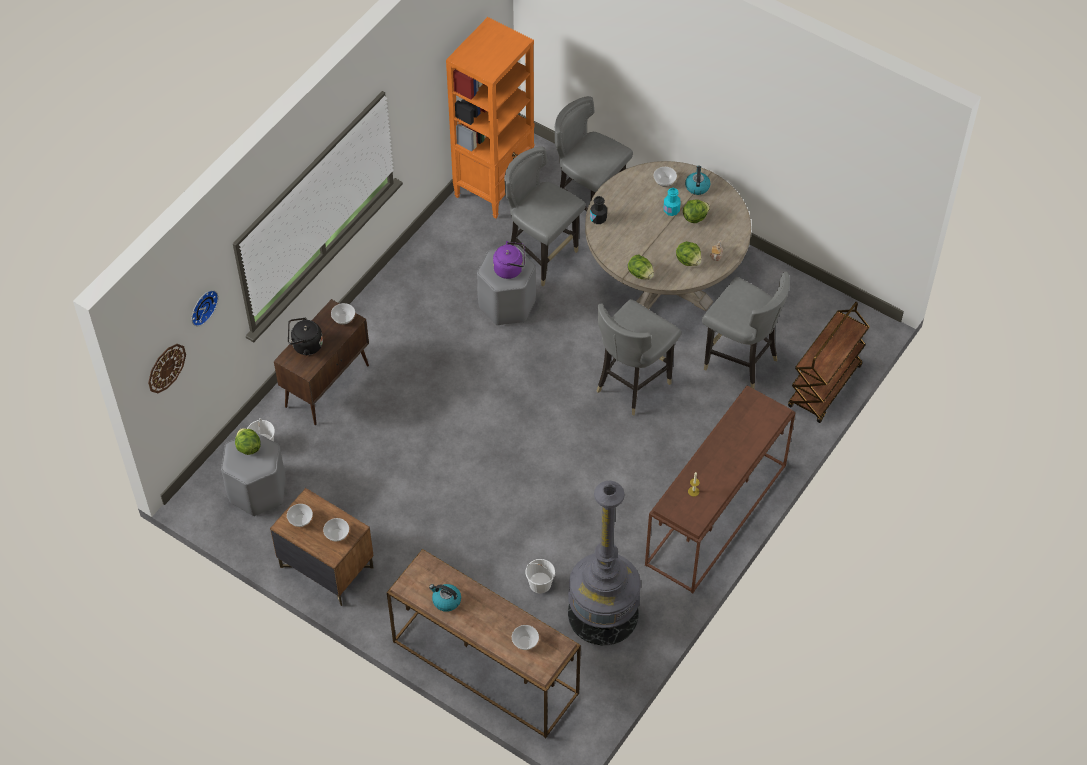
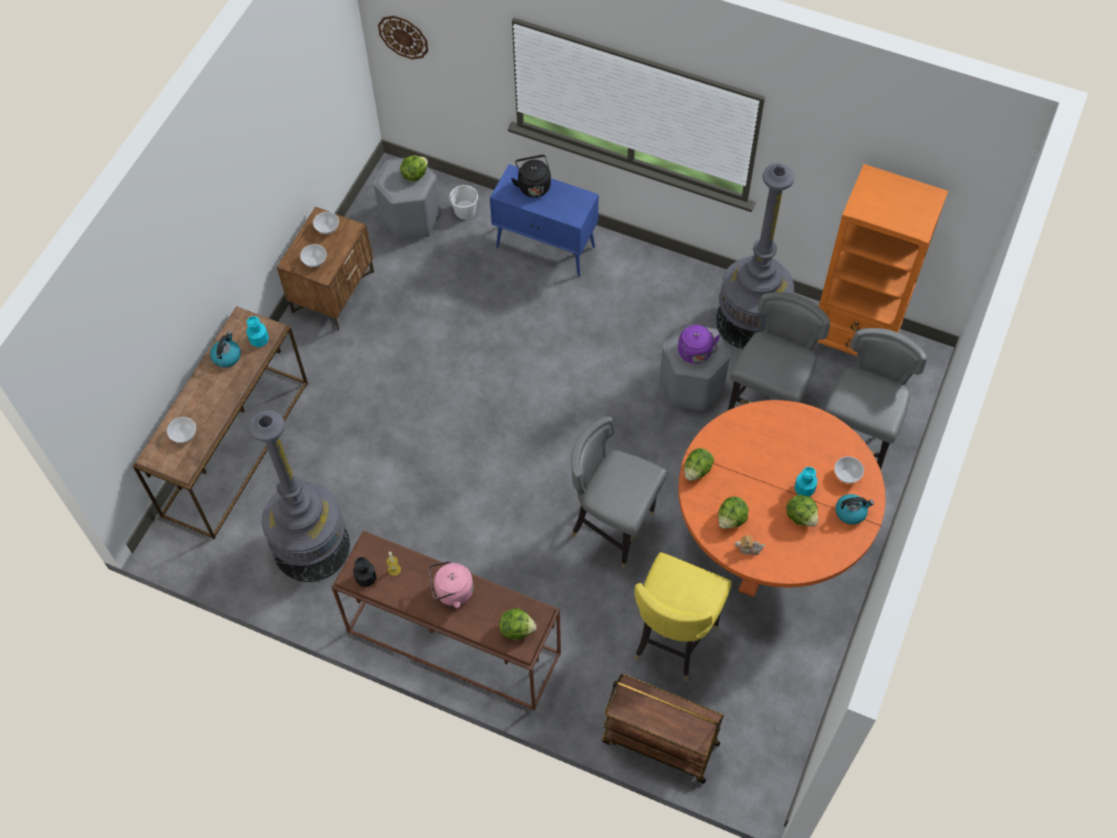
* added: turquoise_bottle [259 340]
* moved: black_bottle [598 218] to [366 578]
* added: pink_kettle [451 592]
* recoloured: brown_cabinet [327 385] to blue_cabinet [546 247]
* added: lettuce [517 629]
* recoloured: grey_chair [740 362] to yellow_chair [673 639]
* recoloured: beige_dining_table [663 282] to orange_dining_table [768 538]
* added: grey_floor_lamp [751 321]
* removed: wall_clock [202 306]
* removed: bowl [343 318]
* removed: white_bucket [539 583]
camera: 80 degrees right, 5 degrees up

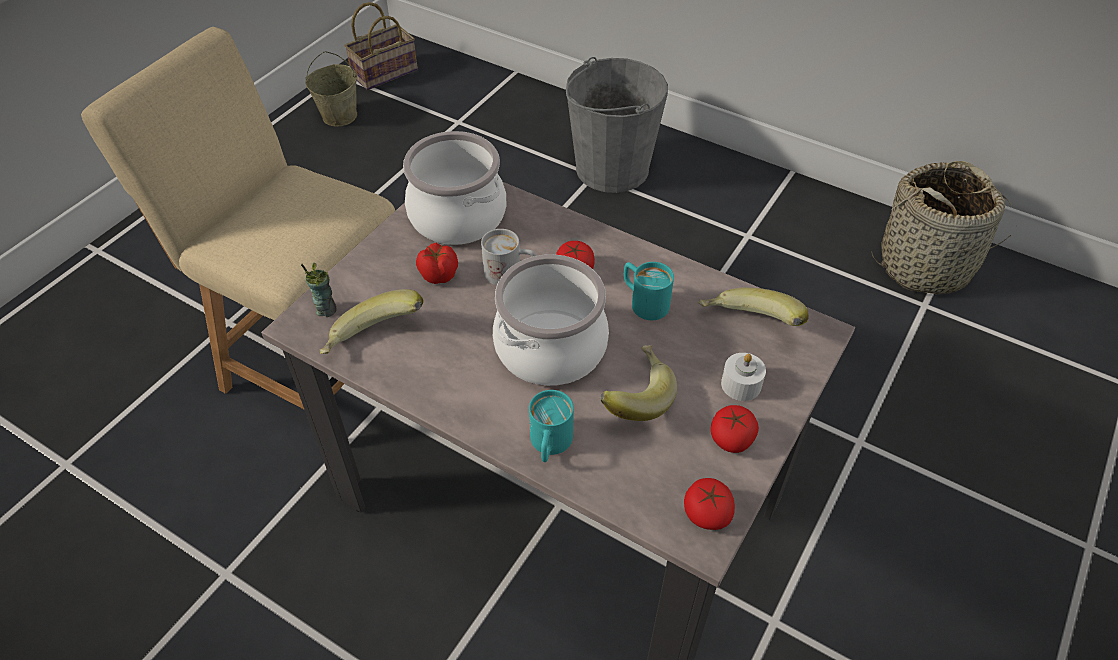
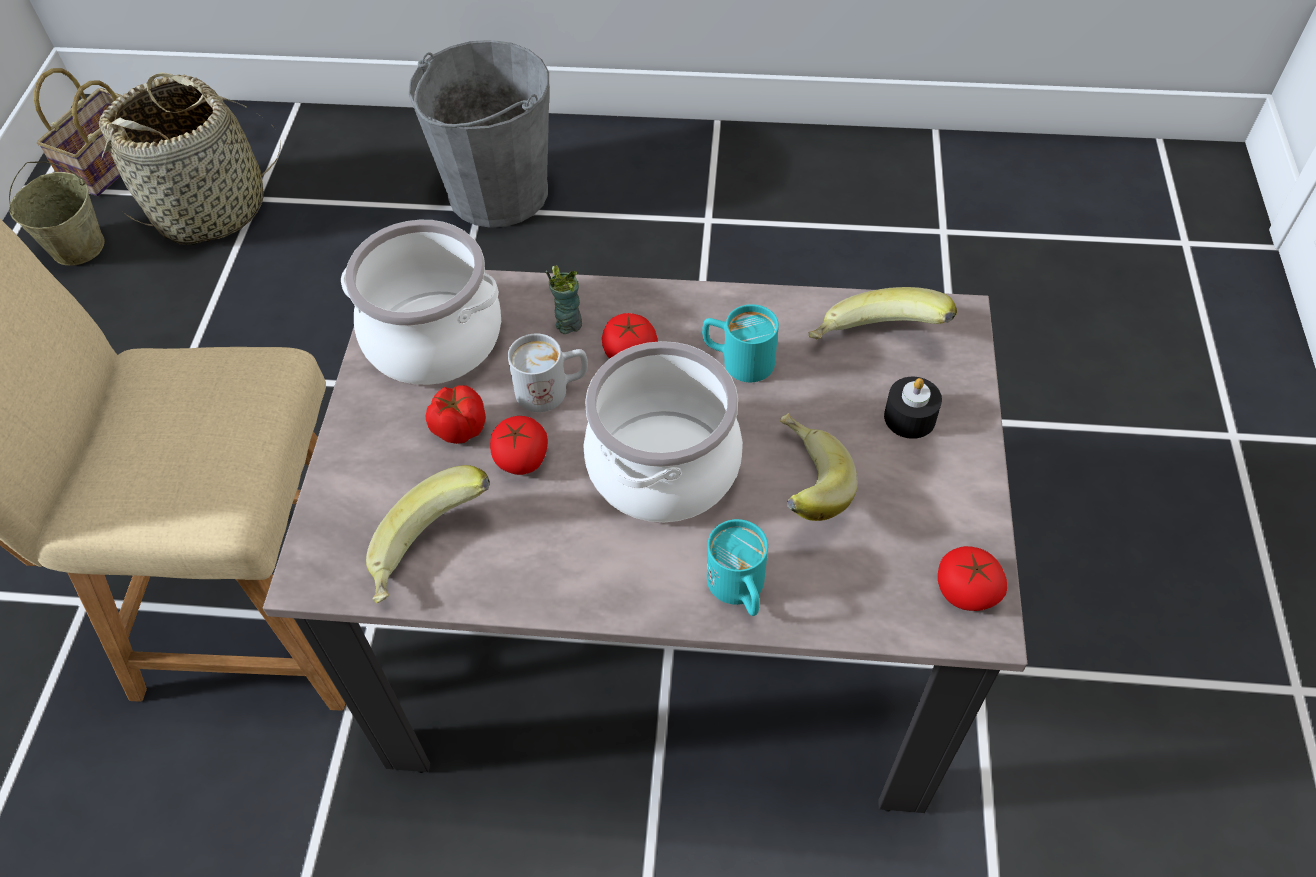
* moved: basket [925 265] to [211 208]
* moved: tomato [731 438] to [521 458]
* moved: cup [326 309] to [568 323]
* recoloured: white_candle [741 384] to black_candle [909 417]
camera: 25 degrees left, 5 degrees up

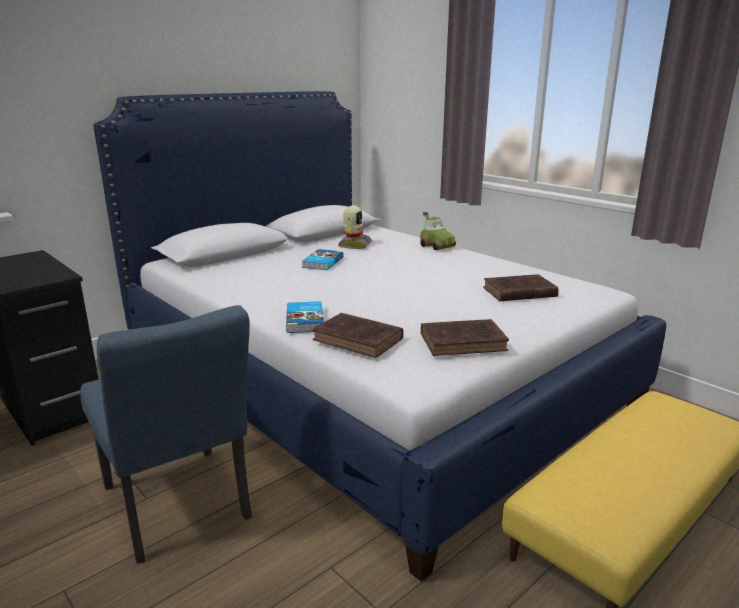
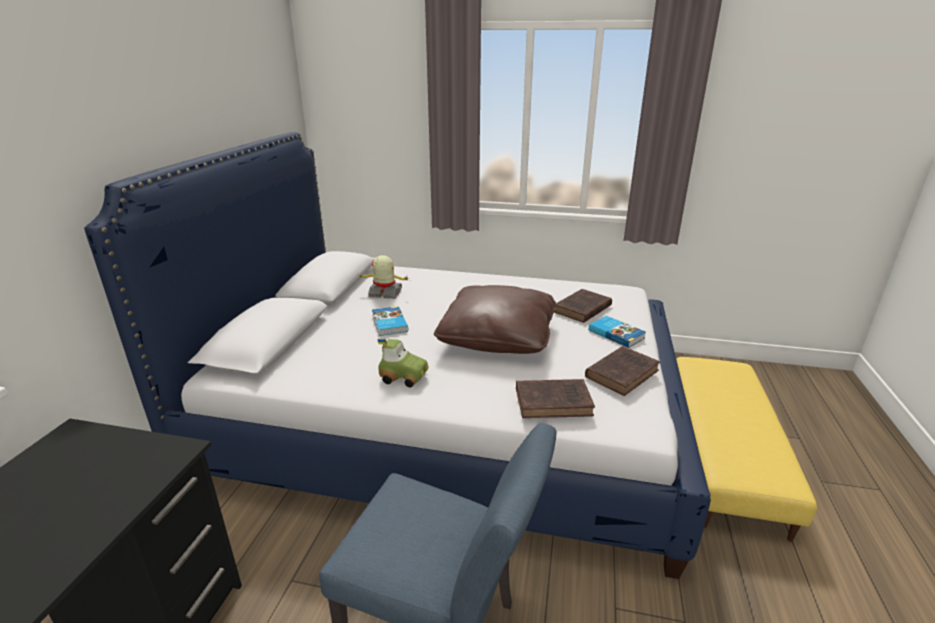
* turned: toy_robot [354 245] = [385 293] 60 degrees counterclockwise
* moved: toy_car [438 246] to [404 376]
* added: brown_pillow [498 337]
* moved: book [306 320] to [616 334]
camera: 35 degrees left, 5 degrees up

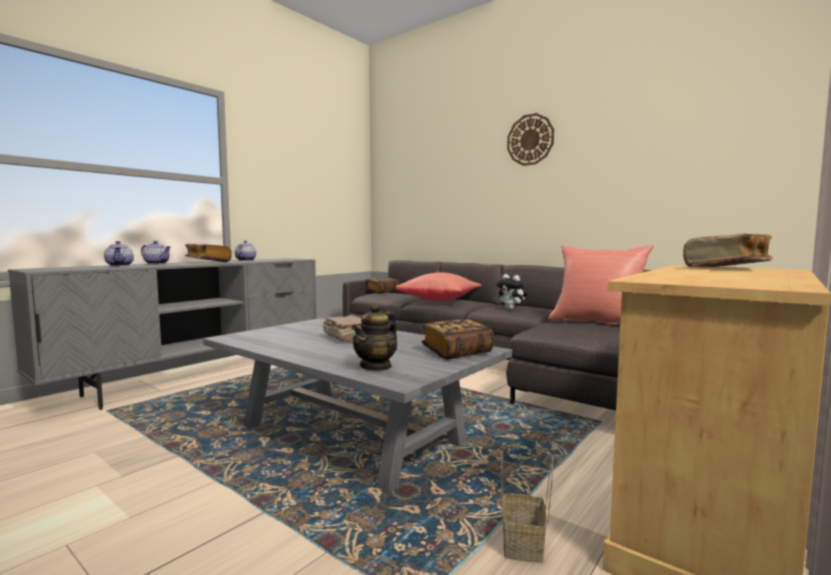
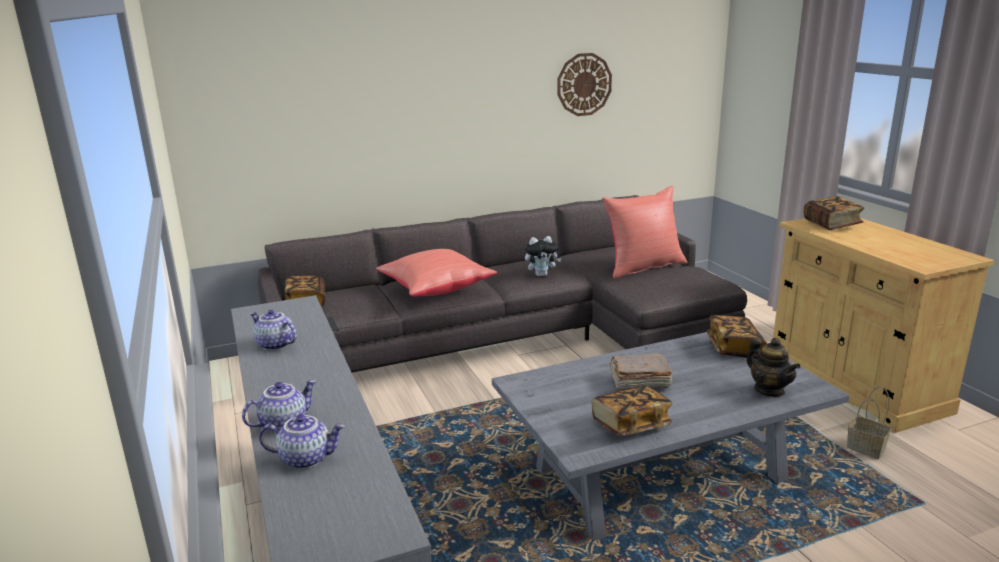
* moved: wall_clock [530 140] to [584 84]
* moved: book [208 262] to [630 424]
camera: 60 degrees left, 15 degrees up

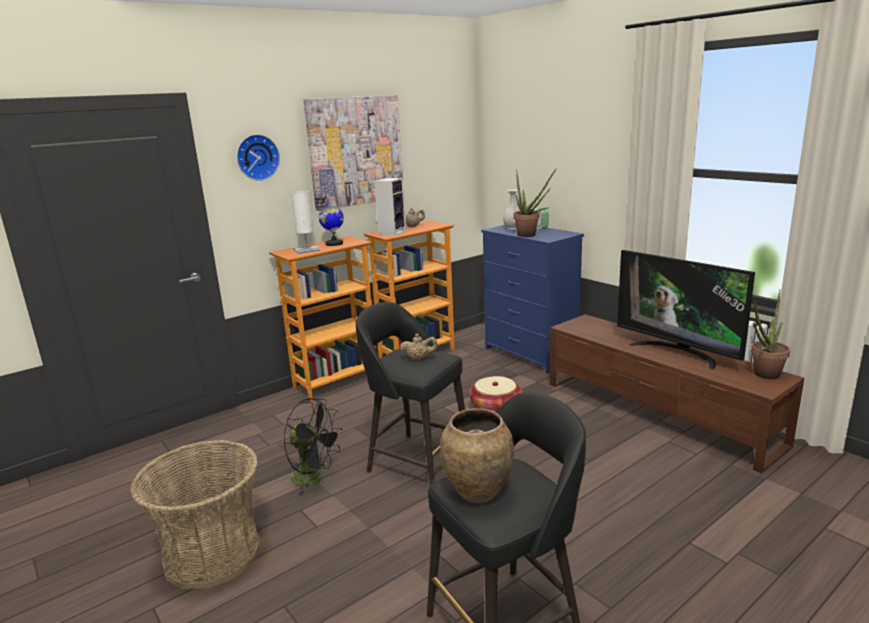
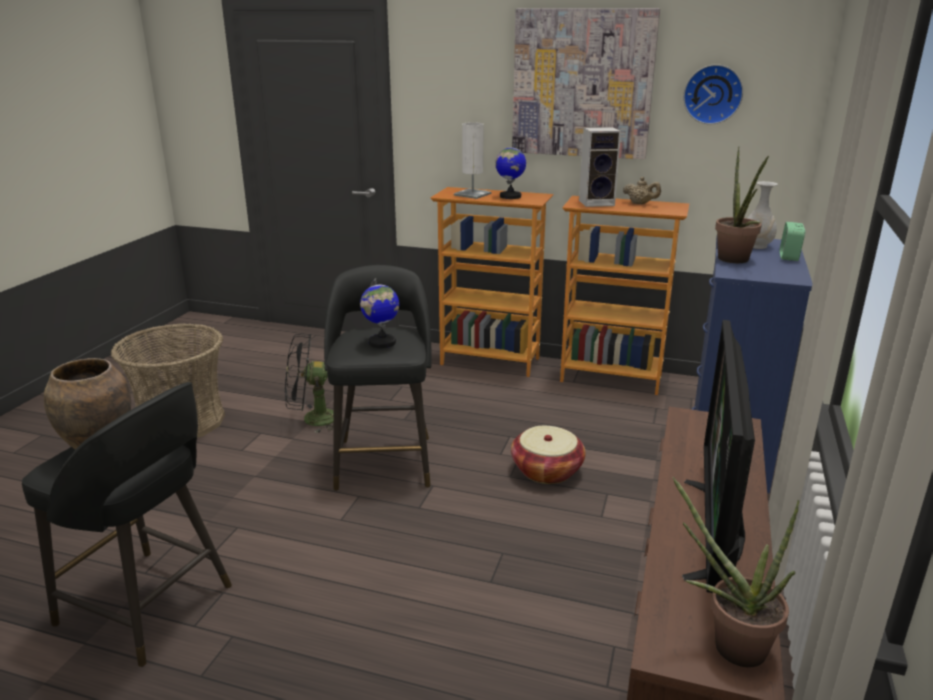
* turned: black_fan [315 478] = [312 420] 90 degrees clockwise
* replaced: beige_teapot [419 358] to globe [382 343]
* moved: wall_clock [257 157] to [713 94]
camera: 55 degrees right, 5 degrees up

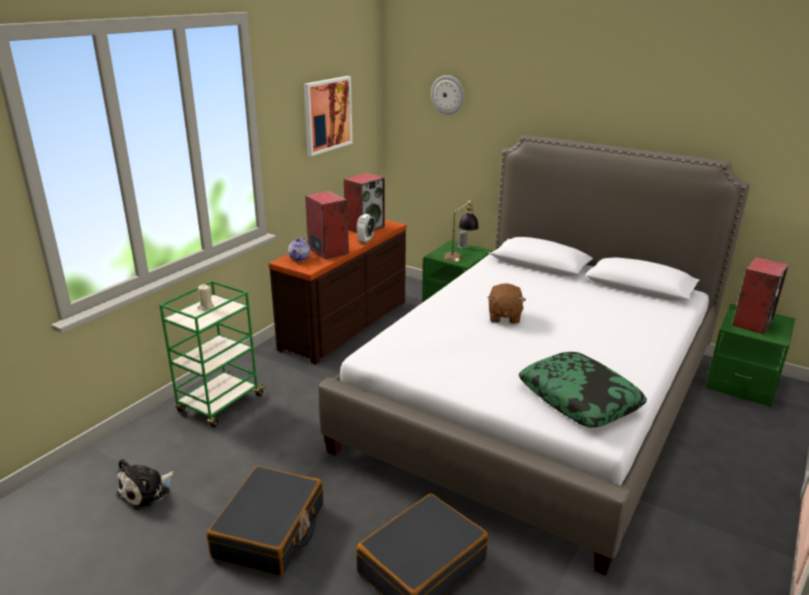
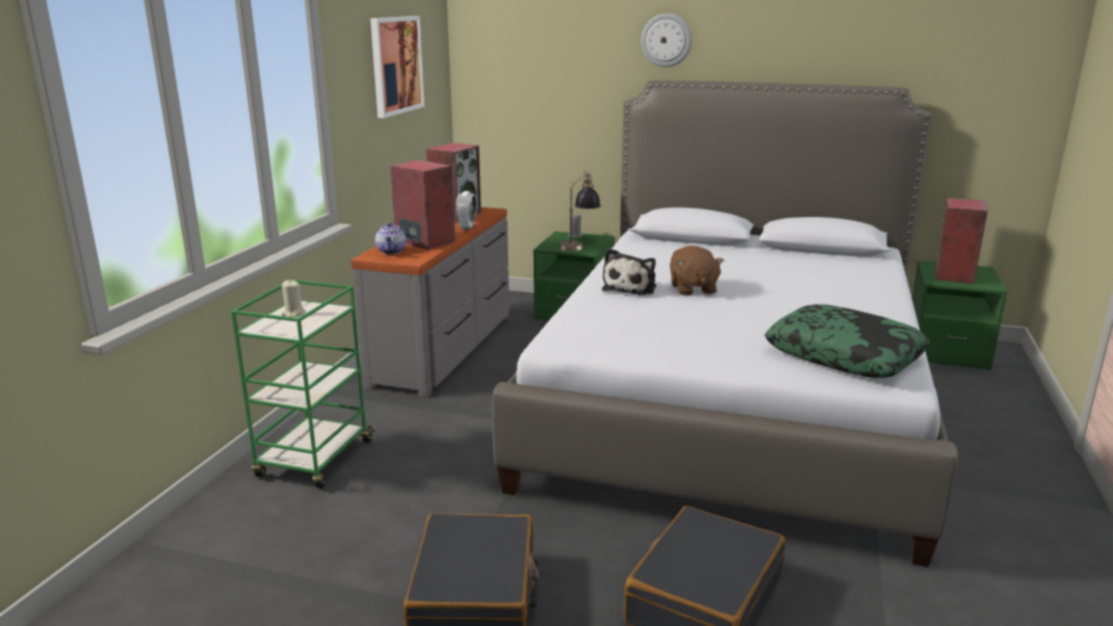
* recoloured: brown_dresser [347 325] to grey_dresser [445 349]
* moved: plush_toy [147 491] to [631 288]
* moved: wall_clock [448 94] to [666 40]
camera: 15 degrees left, 5 degrees down

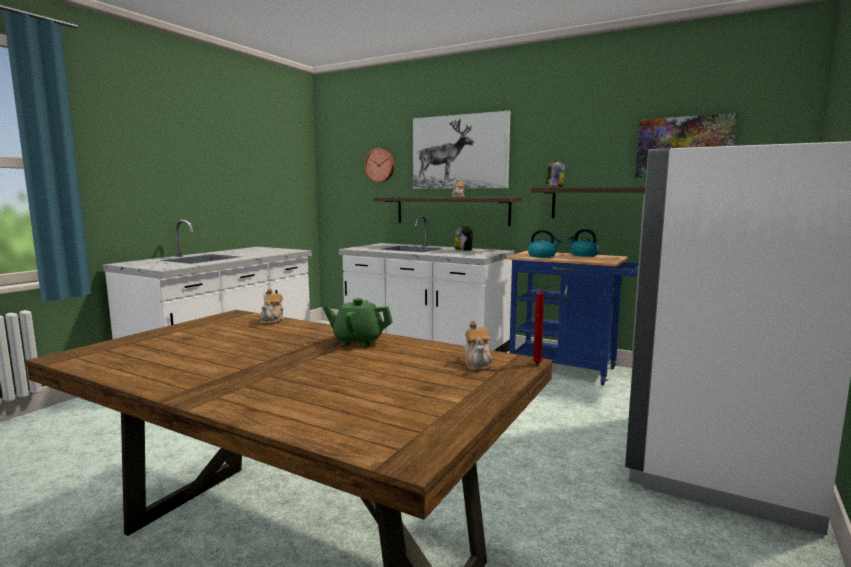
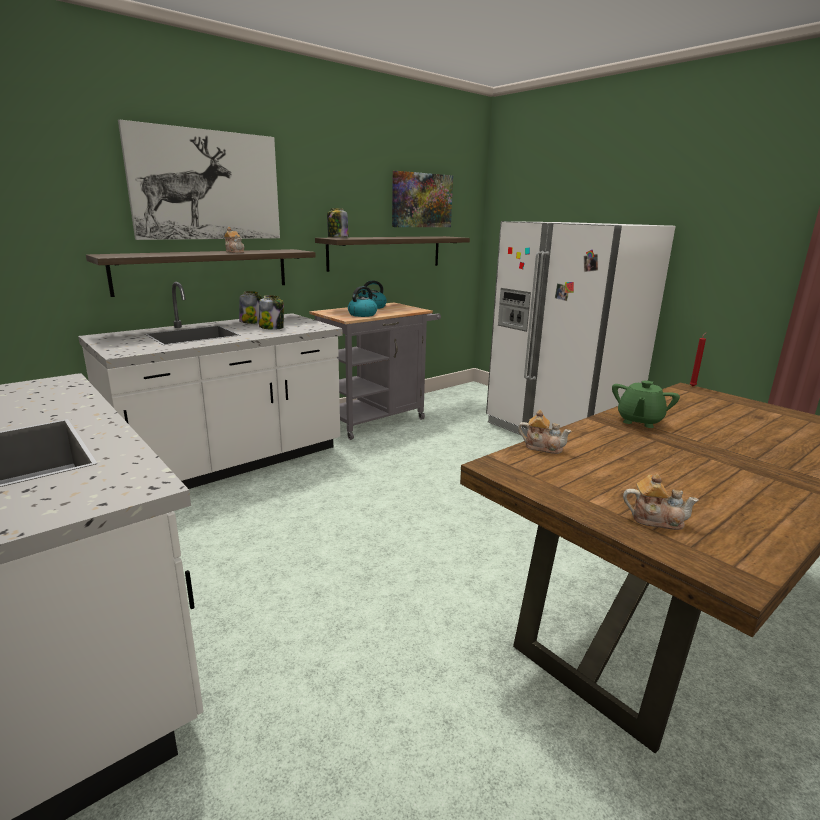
* added: jar [272 328]
* recoloured: blue_cart [569 369] to grey_cart [377 419]
* moved: teapot [478 364] to [655 519]
* removed: wall_clock [380 165]
camera: 70 degrees left, 10 degrees up

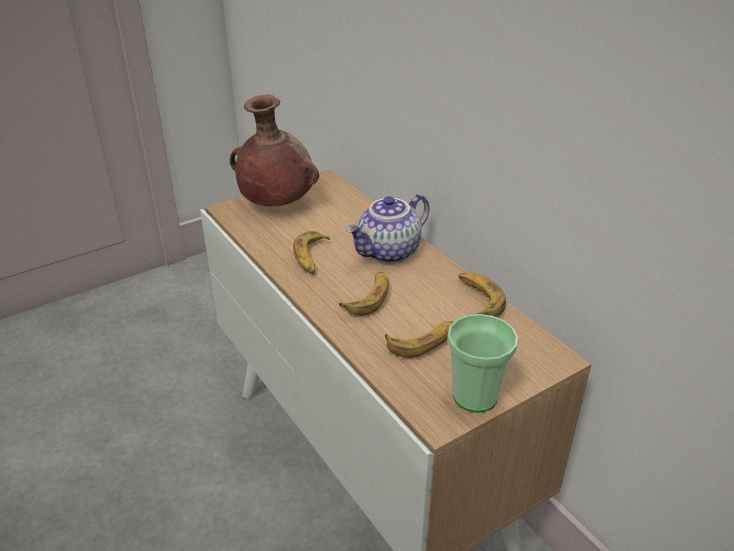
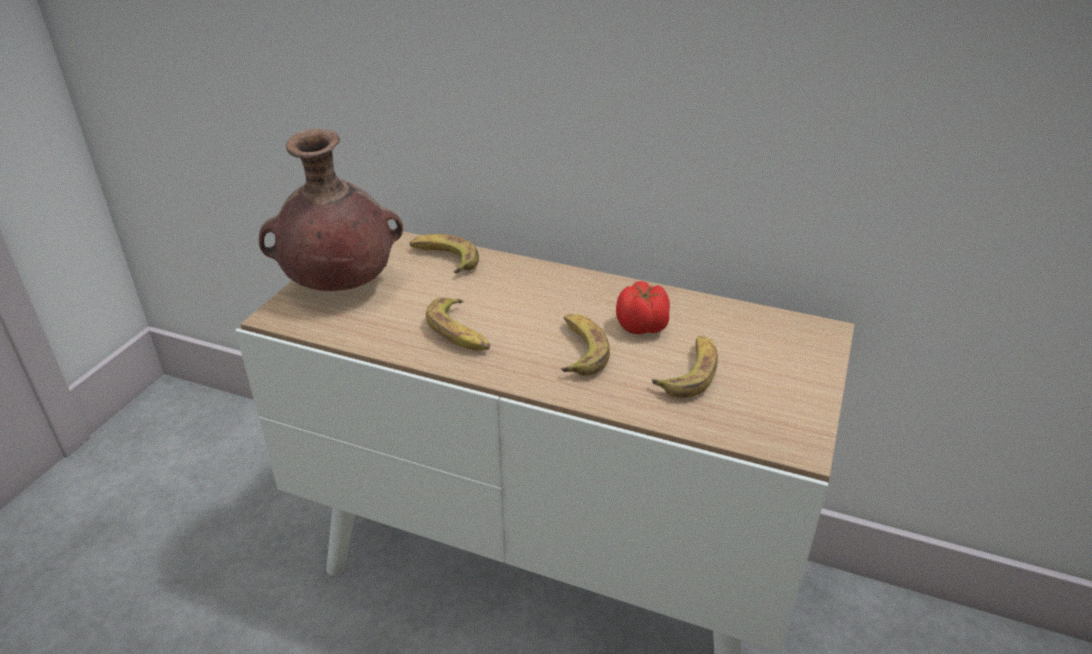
* moved: banana [478 299] to [444 259]
* added: tomato [642 327]
* removed: teapot [389 253]
* removed: cup [475 396]
camera: 35 degrees left, 0 degrees up

